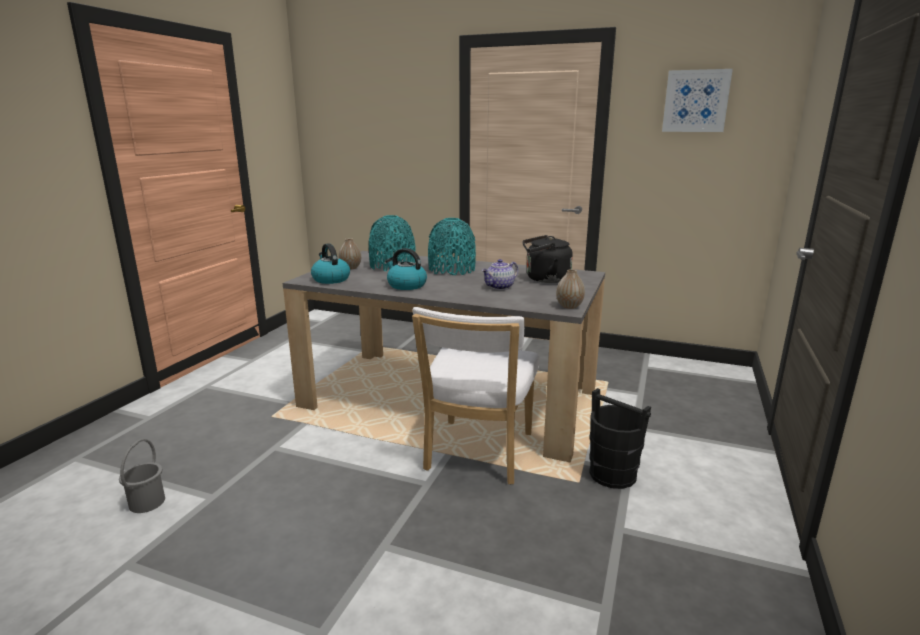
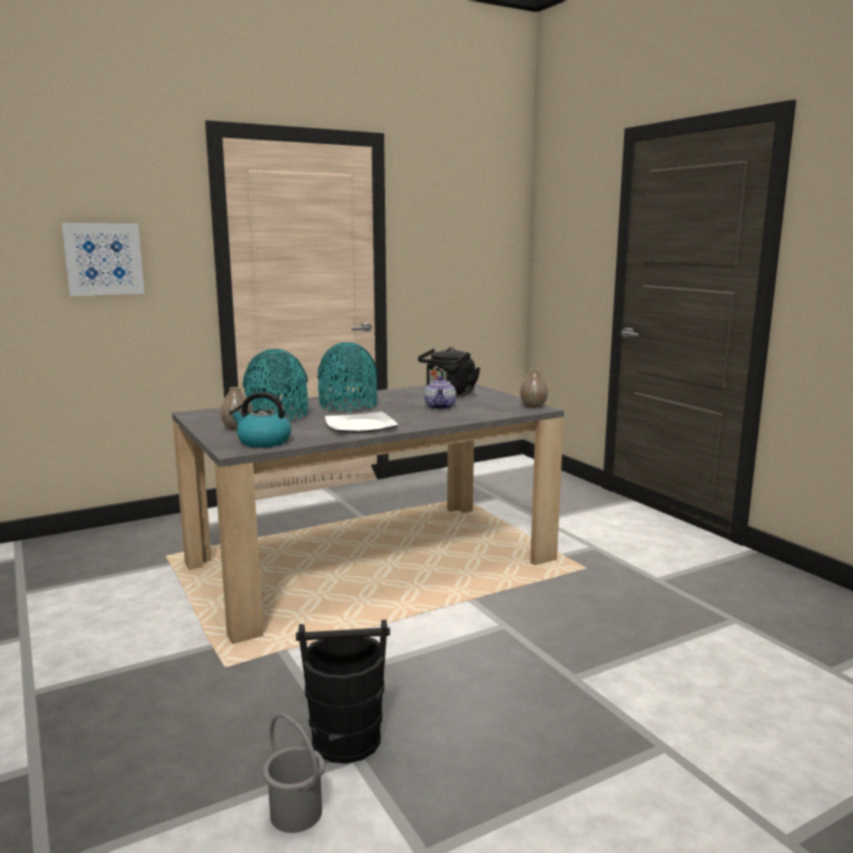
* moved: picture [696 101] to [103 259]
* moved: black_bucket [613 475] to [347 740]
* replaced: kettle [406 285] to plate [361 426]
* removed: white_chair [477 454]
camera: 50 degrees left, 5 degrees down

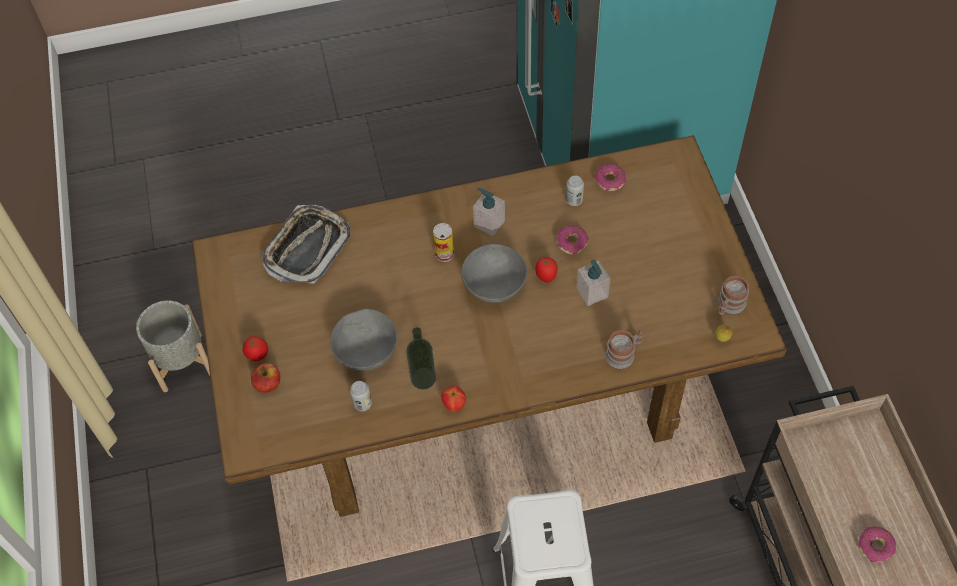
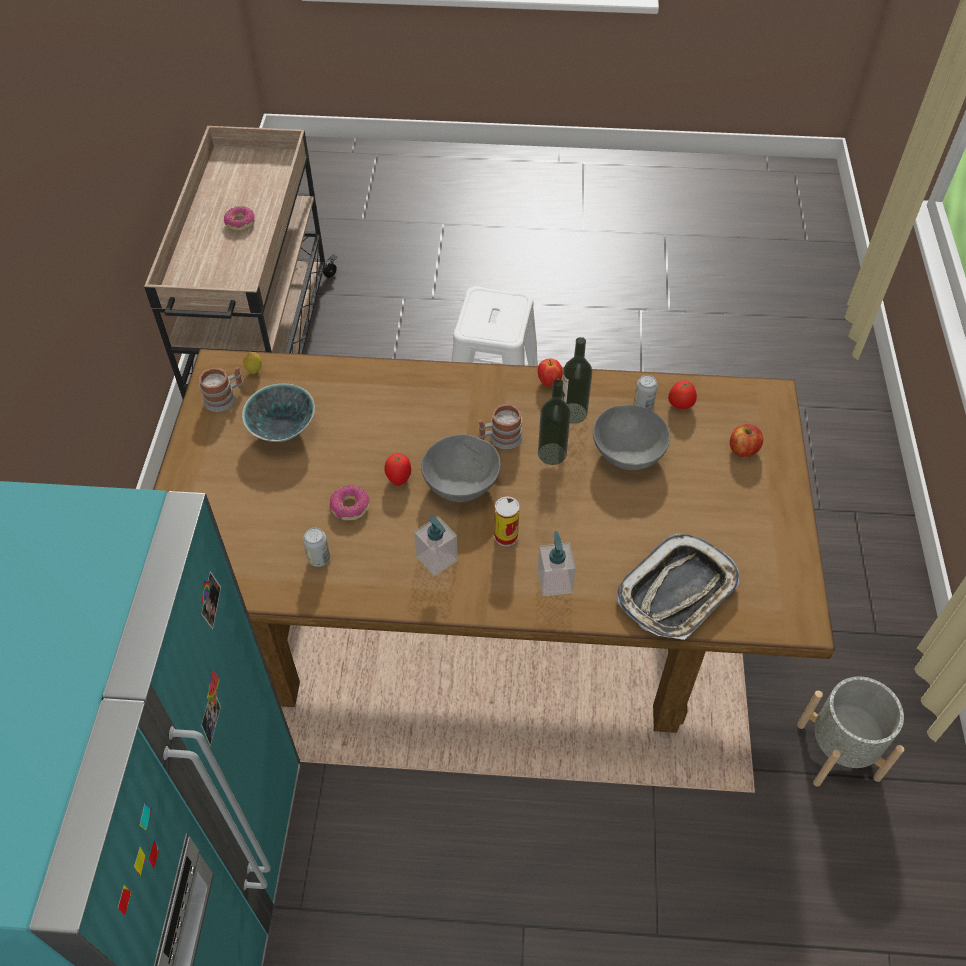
* added: bowl [283 430]
* moved: mug [624 353] to [500 438]
* moved: soap_dispenser [592 293] to [554 581]
* added: bottle [552 454]
* moved: tomato [257 355] to [680 405]
* removed: donut [610 181]
camera: 165 degrees left, 5 degrees down

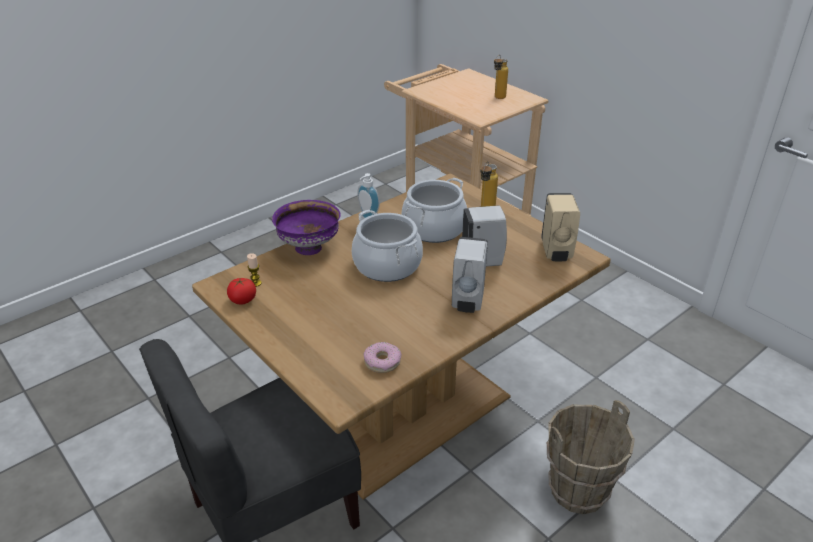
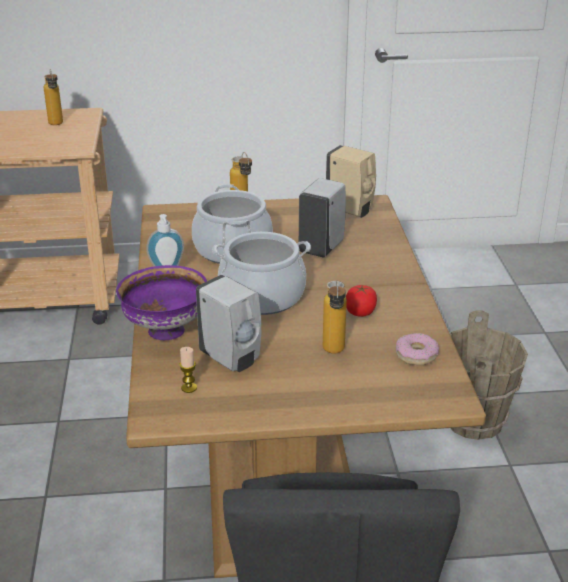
* moved: white_soap_dispenser [467 301] to [231 359]
* added: bottle [334 353]
* moved: tomato [243 300] to [360 312]
camera: 55 degrees left, 5 degrees down

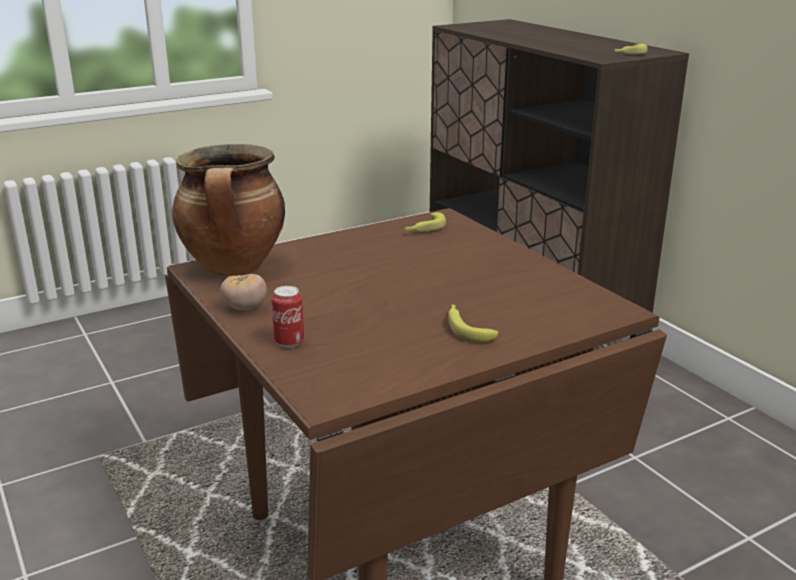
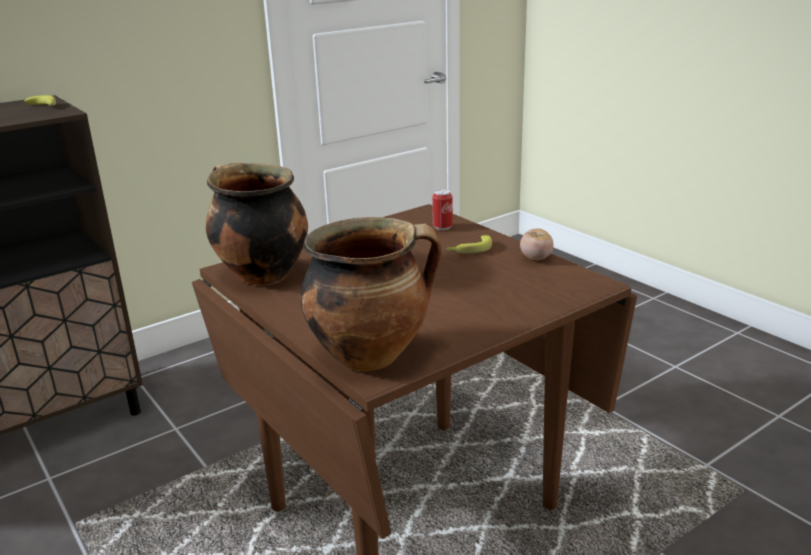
* replaced: banana [424 228] to cooking_pot [260 275]
* moved: can [289 342] to [442 227]
* moved: tomato [245 308] to [536 258]
camera: 95 degrees left, 0 degrees up

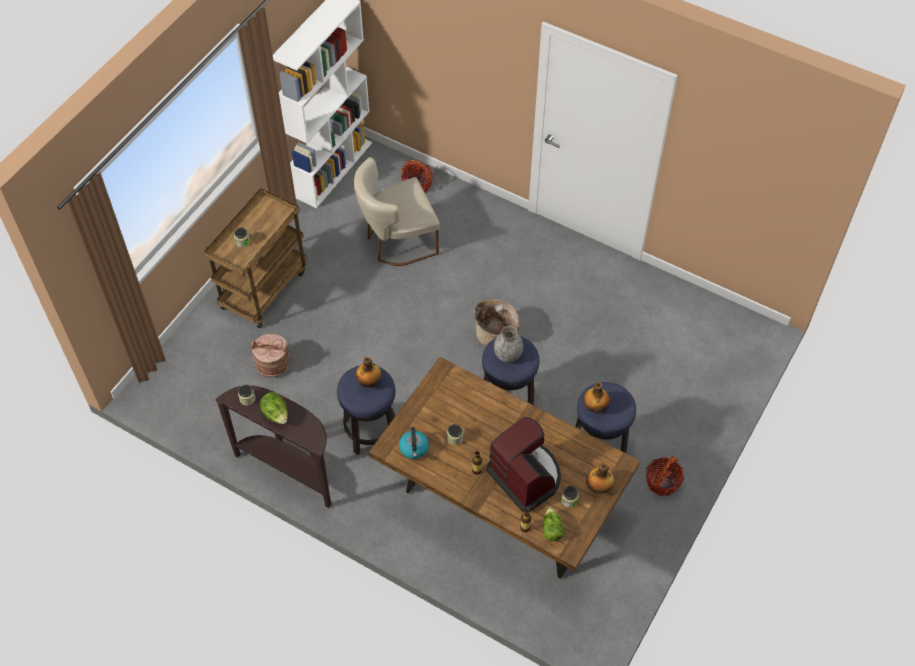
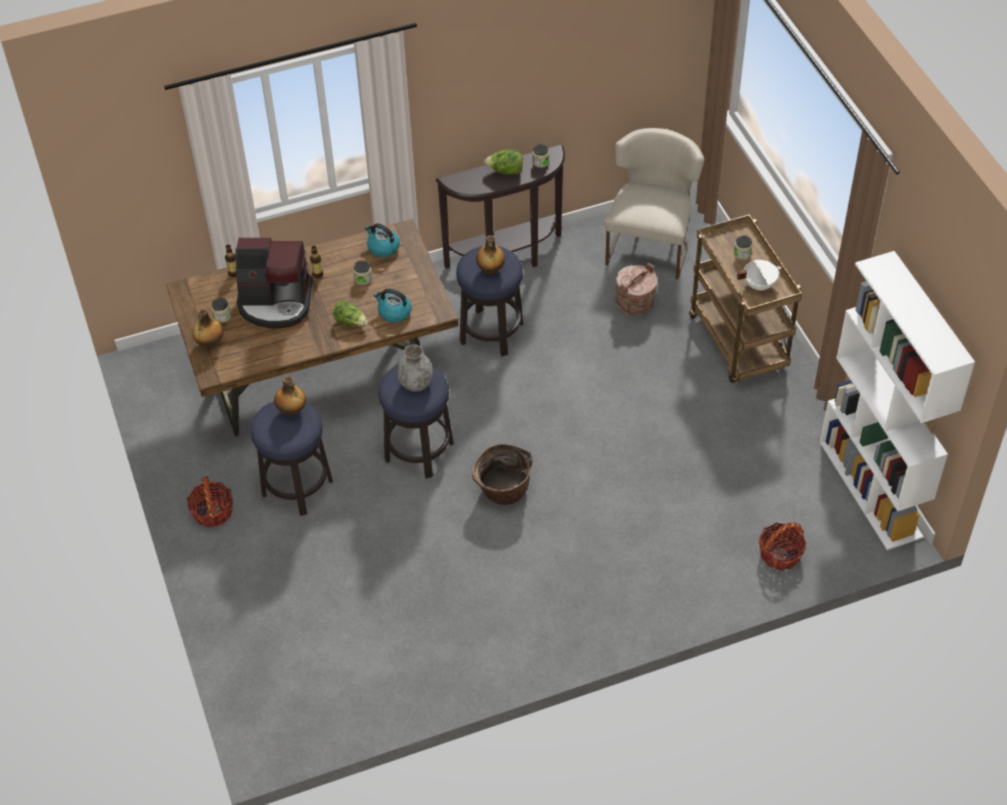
* moved: lettuce [551 529] to [351 321]
* added: kettle [394 312]
* moved: beige_chair [397 242] to [650 244]
* added: white_cooking_pot [758 284]
camera: 130 degrees right, 5 degrees down

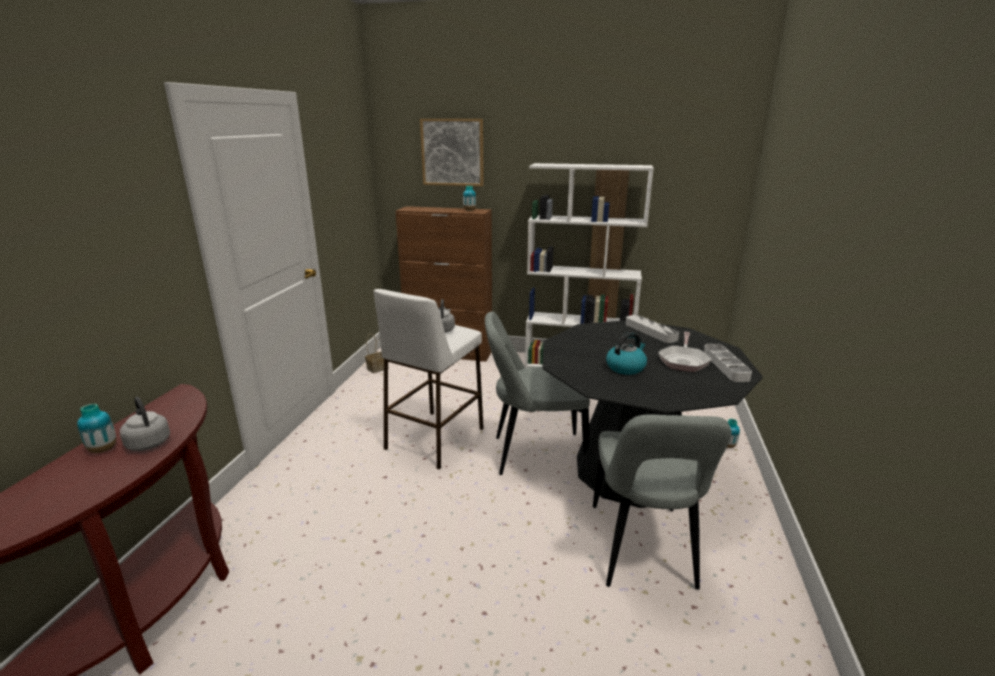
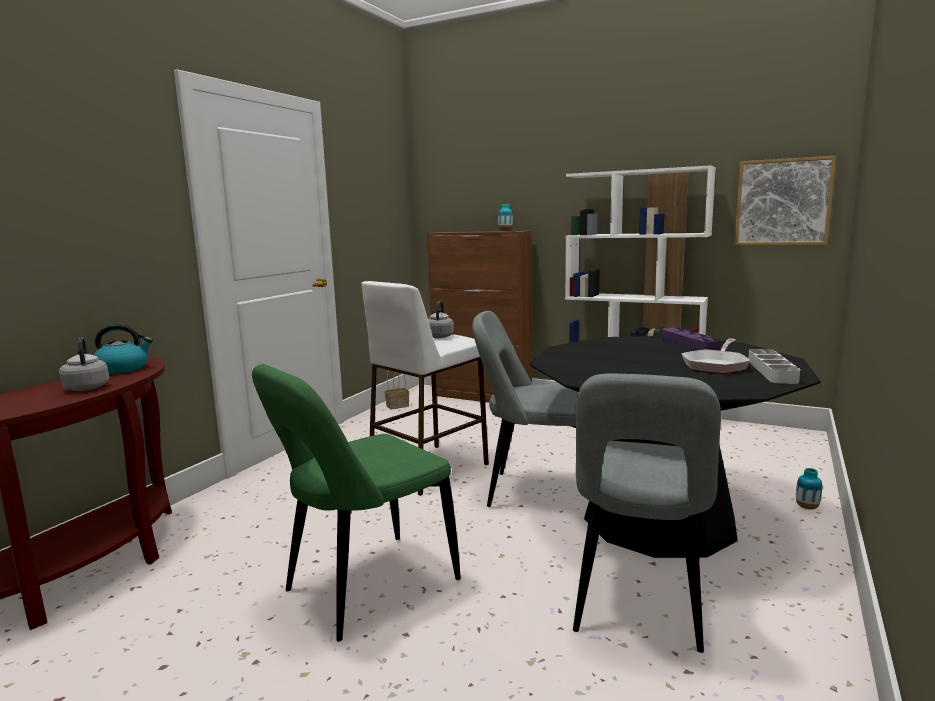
* moved: kettle [626 367] to [123 369]
* added: green_chair [365 588]
* recoloured: grey_tray [650 331] to purple_tray [689 344]
* moved: picture [452 152] to [782 202]
* removed: vase [103 449]
camera: 15 degrees right, 10 degrees down

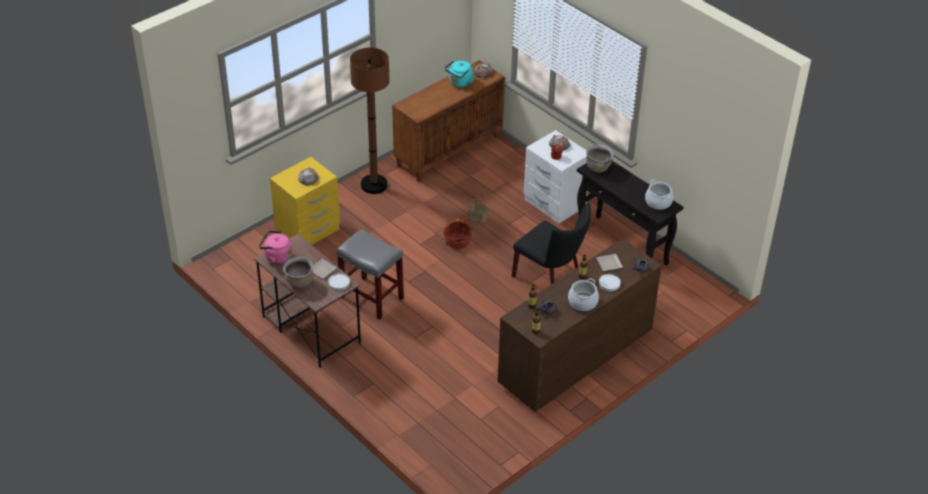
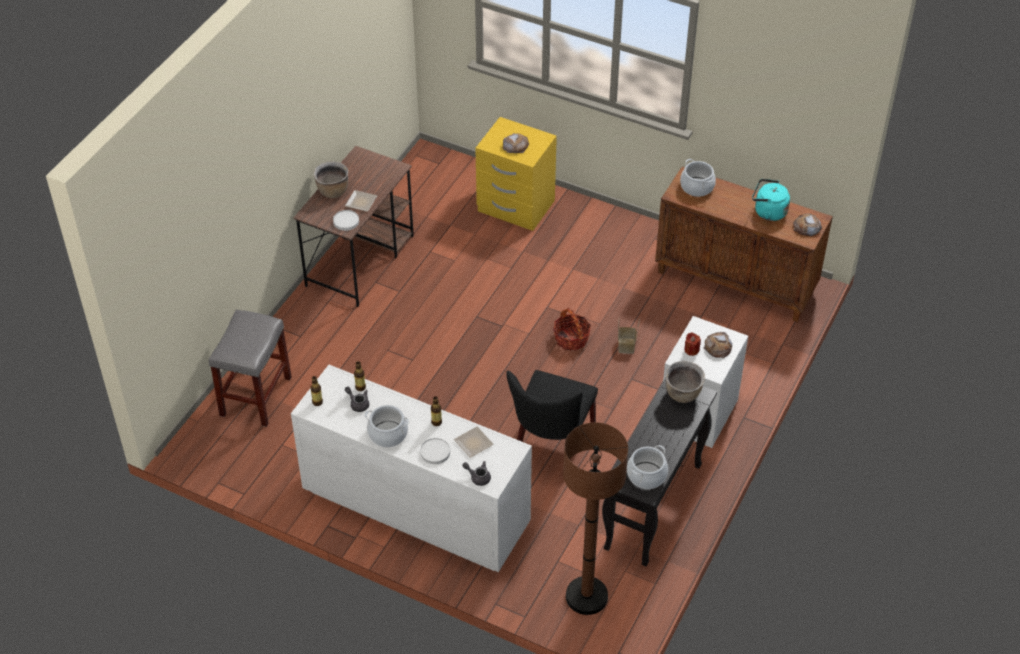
* moved: grey_stool [372 298] to [256 397]
* recoloured: brown_dresser [574 360] to white_dresser [415 509]
* moved: brown_floor_lamp [374 185] to [586 596]
* added: cooking_pot [697 187]
* removed: pink_kettle [276 257]
camera: 70 degrees right, 5 degrees up

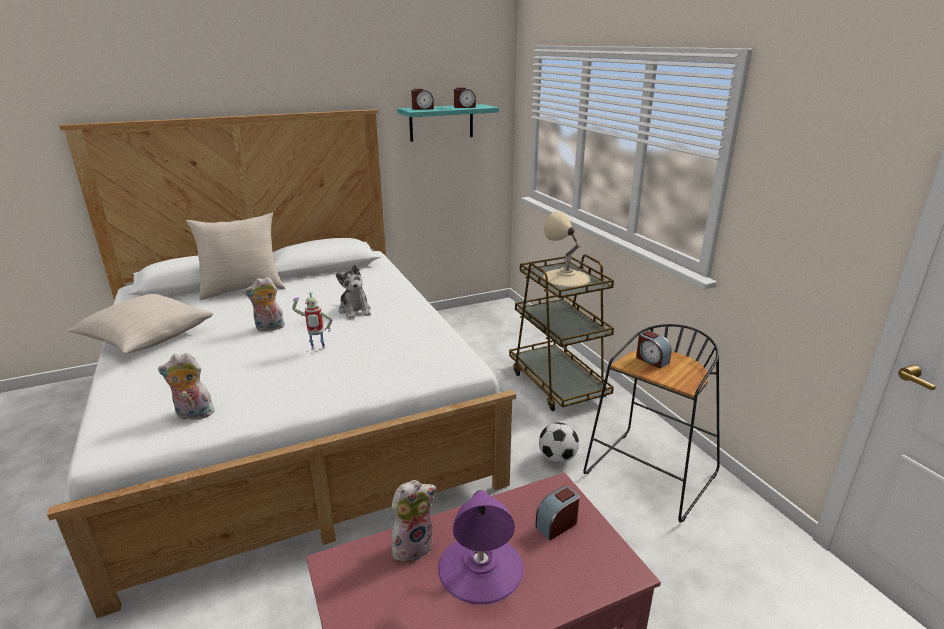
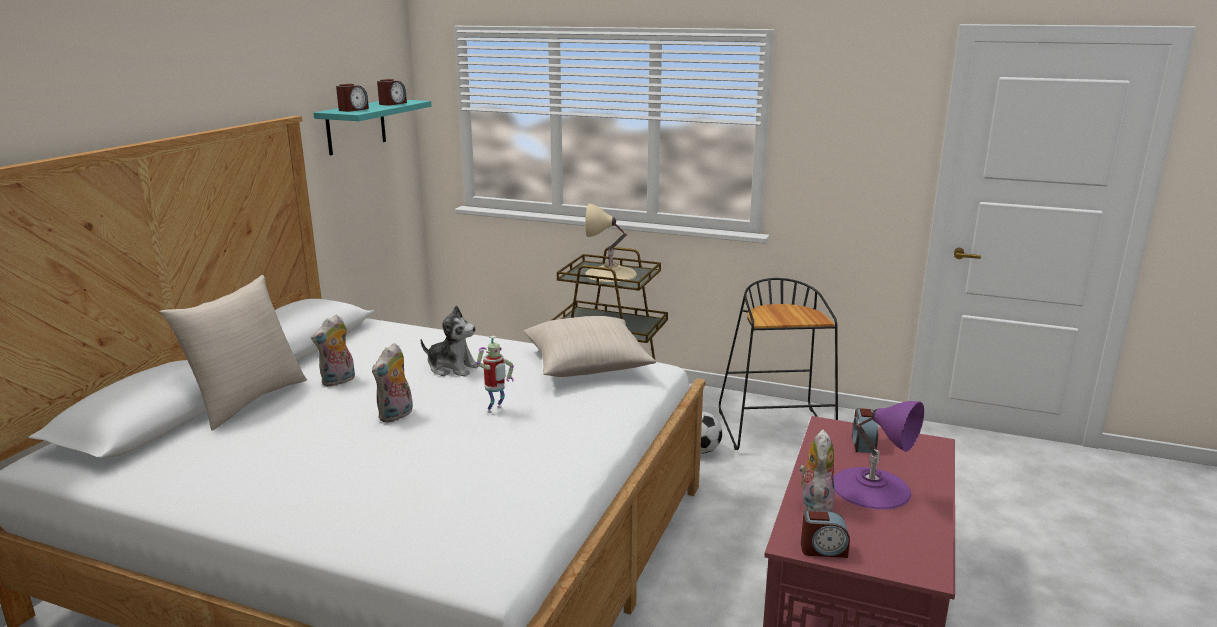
* moved: plush_toy [193 415] to [338 381]
* moved: beige_pillow [147 337] to [587 365]
* moved: alarm_clock [651 360] to [823 549]
camera: 45 degrees left, 5 degrees down

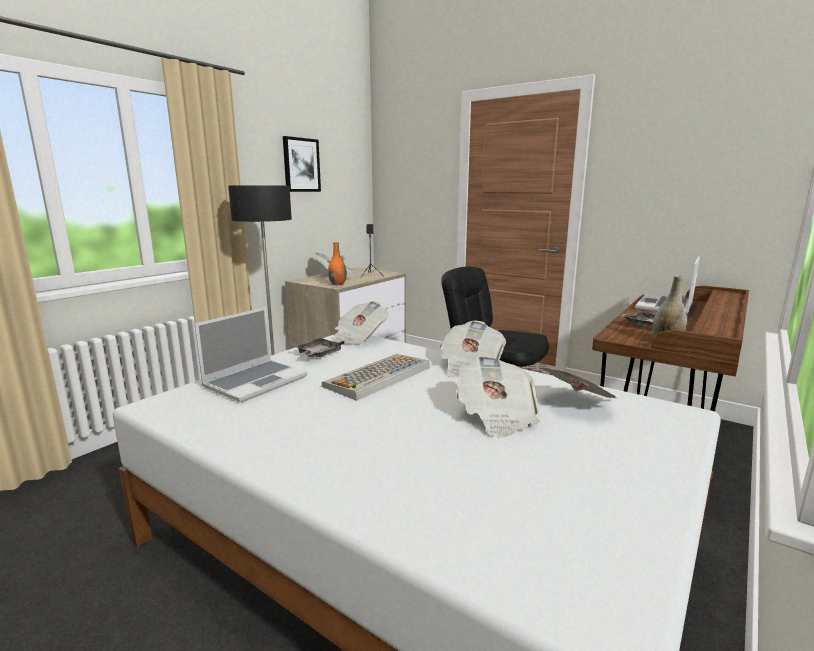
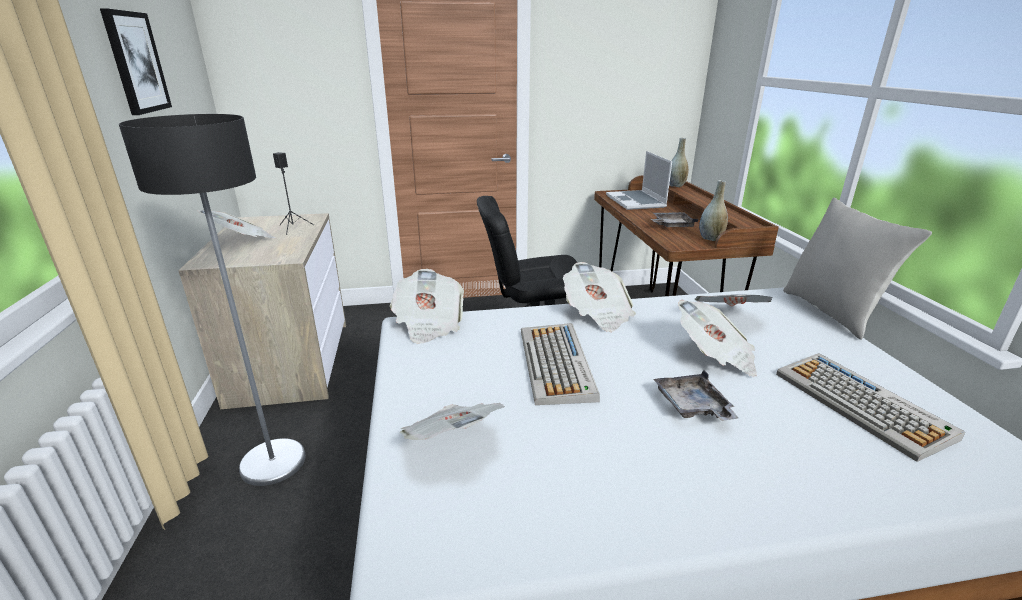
* replaced: laptop [256 381] to newspaper [452 441]
* moved: grey_tray [318 354] to [692 406]
* added: grey_vase [675 186]
* added: keyboard [862 405]
* added: grey_pillow [831 312]
* removed: orange_vase [337 284]
camera: 45 degrees left, 10 degrees up

